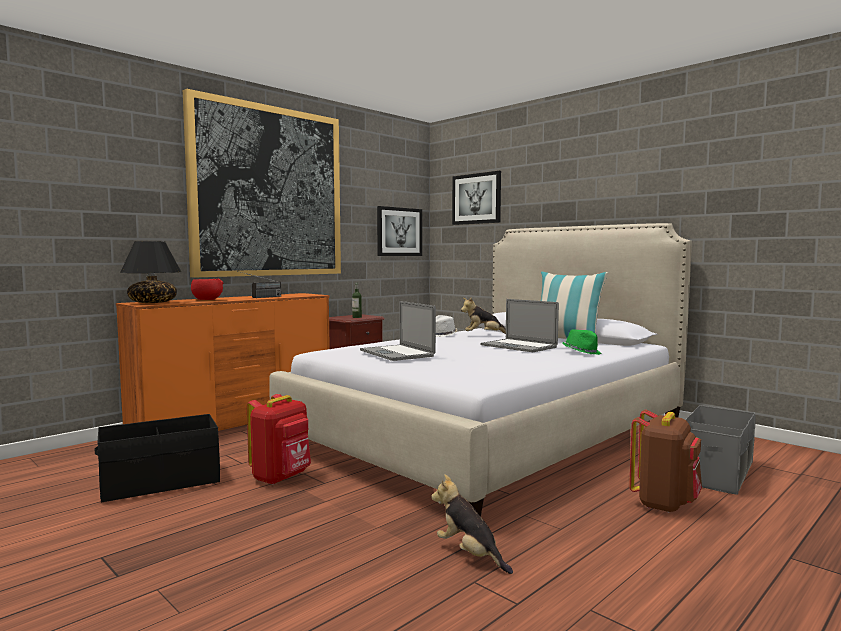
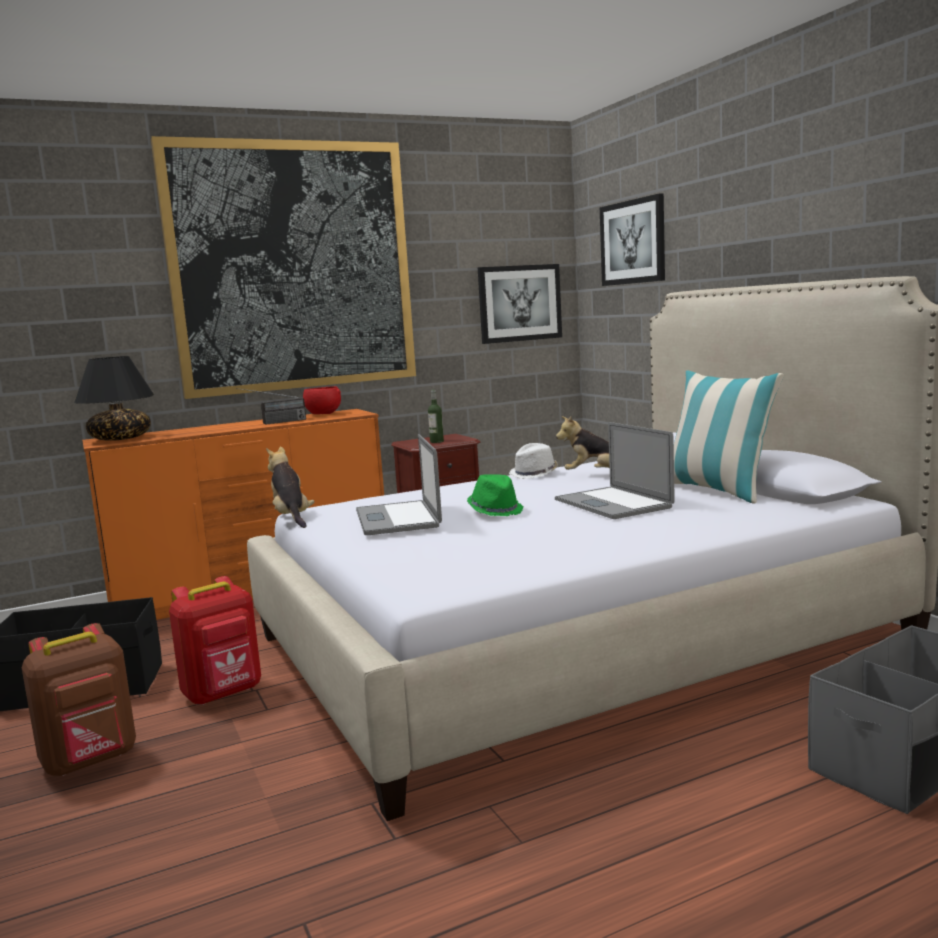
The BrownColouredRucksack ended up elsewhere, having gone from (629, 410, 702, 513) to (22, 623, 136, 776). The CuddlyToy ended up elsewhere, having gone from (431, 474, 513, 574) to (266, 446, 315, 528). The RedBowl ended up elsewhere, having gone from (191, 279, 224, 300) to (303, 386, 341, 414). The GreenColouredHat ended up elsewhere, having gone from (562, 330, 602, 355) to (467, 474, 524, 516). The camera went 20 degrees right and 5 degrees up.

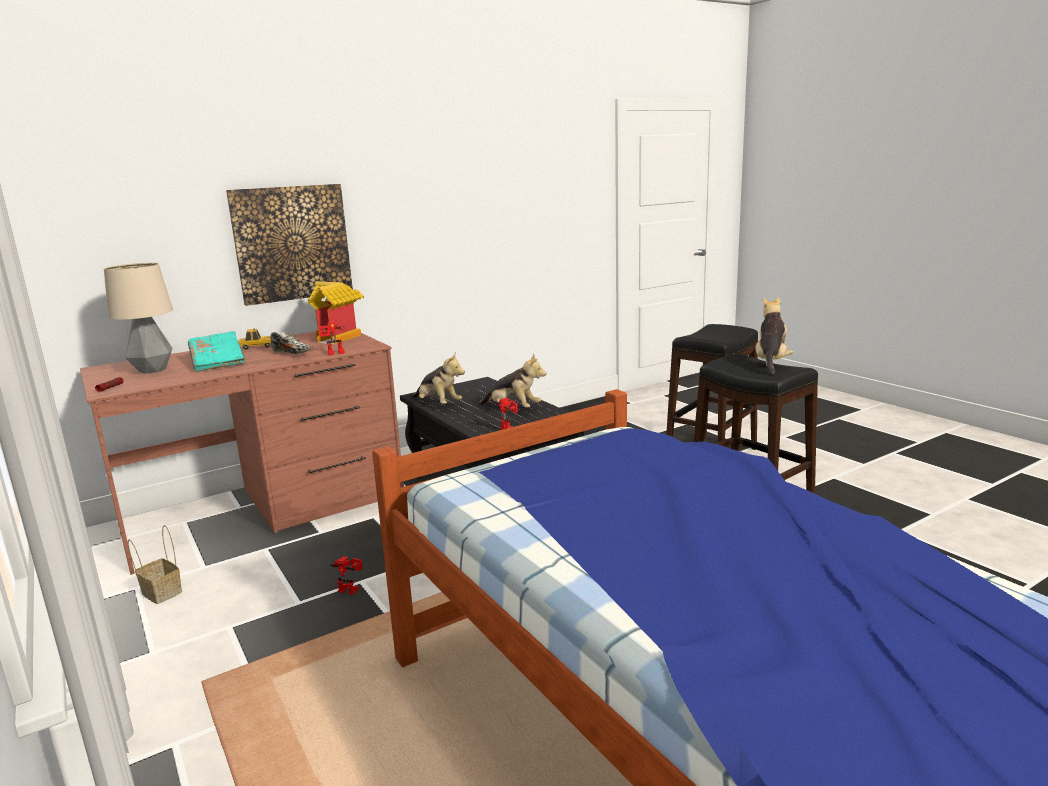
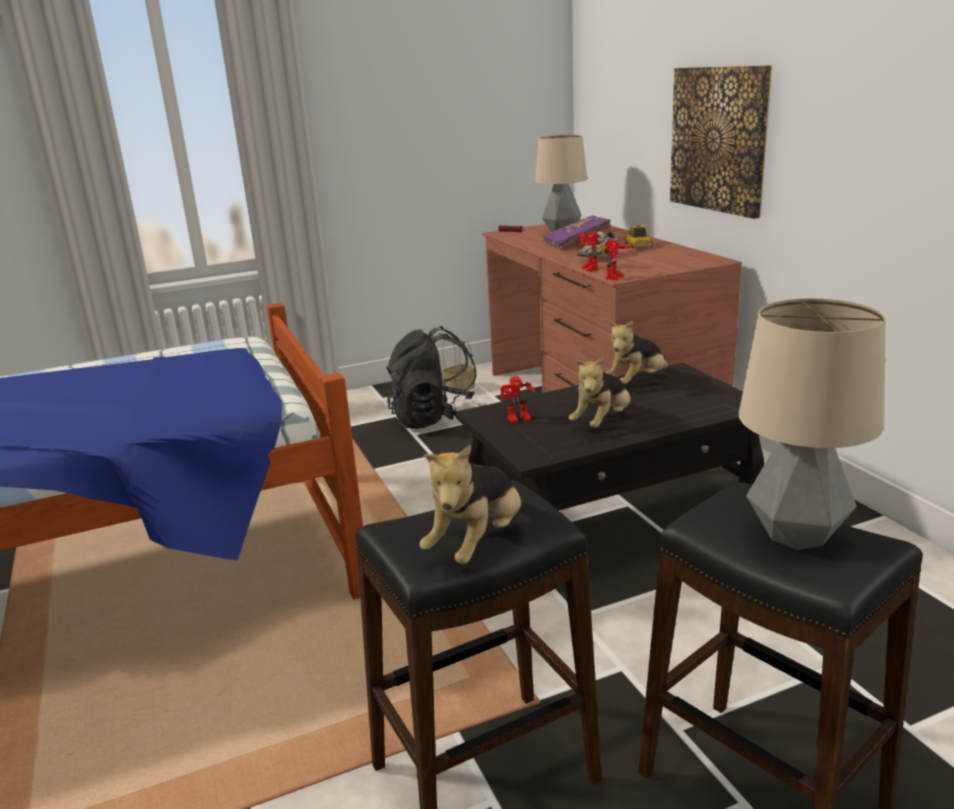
The second view gained the BlackRucksack at (386, 326, 481, 429). The CuddlyToy at (755, 297, 793, 374) ended up facing another way, 90 degrees clockwise from before. What was the TurquoiseColouredVolume at (188, 331, 246, 372) turned into the PurpleColouredVolume at (543, 215, 611, 248). The RobotFigure ended up elsewhere, having gone from (331, 556, 363, 595) to (604, 240, 632, 280). The second view gained the LampForATable at (739, 298, 886, 550). The second view lost the ToyHouse at (308, 281, 364, 344). The camera went 100 degrees right and 5 degrees up.

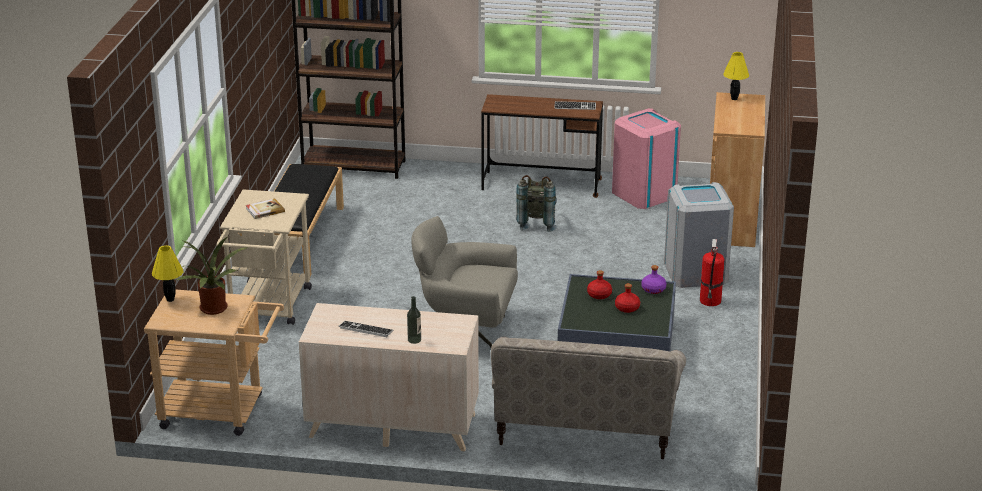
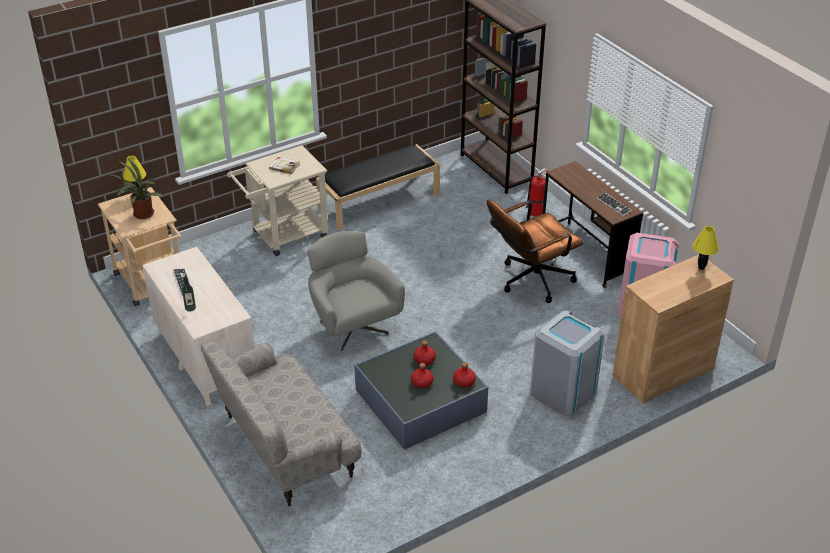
What was the PurpleColouredDrinkBottle at (641, 265, 666, 294) turned into the RedDrinkBottle at (453, 362, 476, 387). Where the GrayRucksack stood at (516, 175, 557, 232), the BrownColouredDeskChair came to stand at (487, 200, 584, 303). The FireExtinguisher ended up elsewhere, having gone from (700, 239, 725, 306) to (526, 168, 546, 217). The camera went 50 degrees right and 10 degrees up.

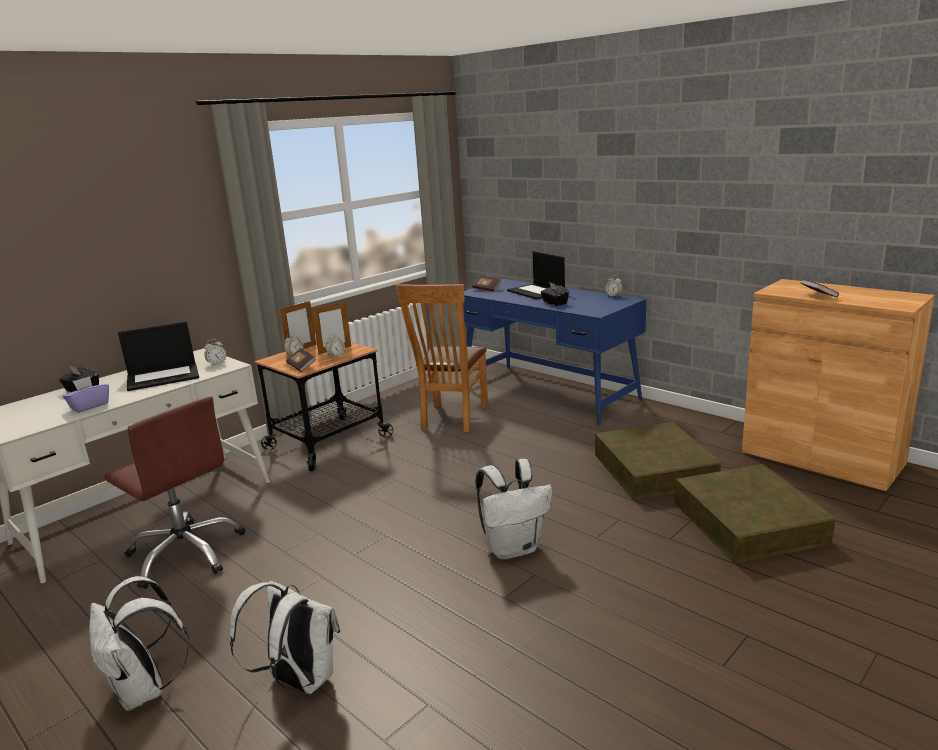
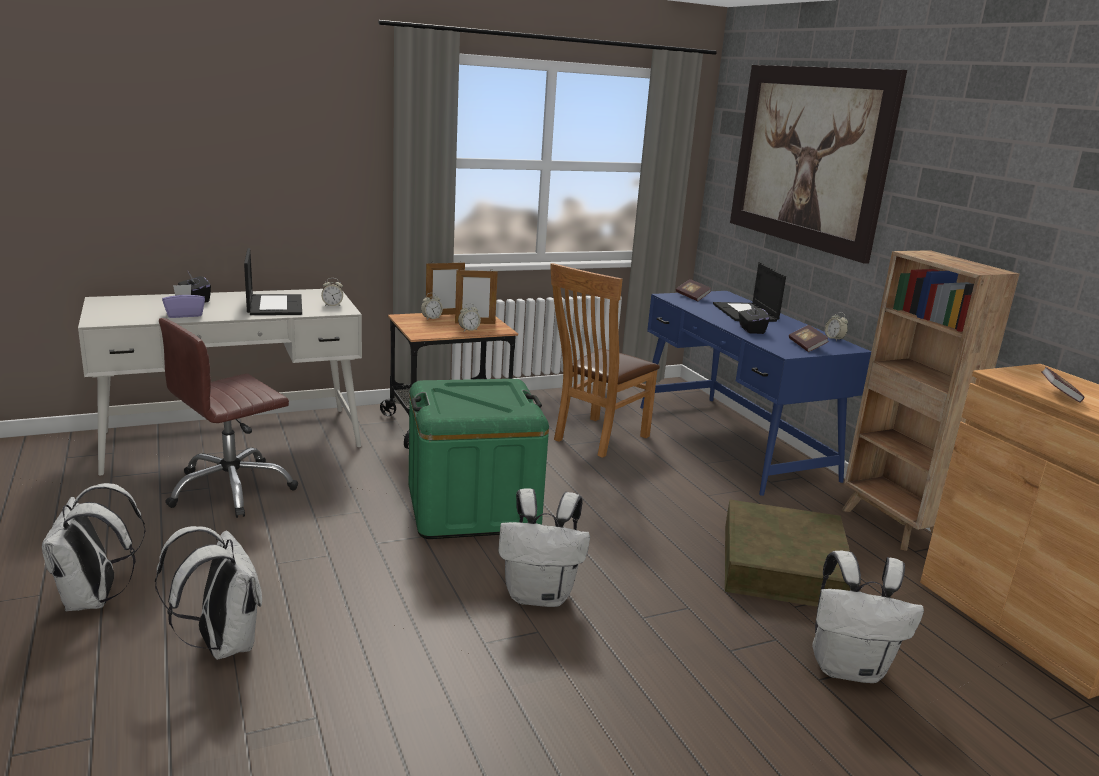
The BrownColouredDeskChair at (105, 396, 245, 589) ended up facing another way, 75 degrees clockwise from before. The NotebookComputer at (118, 321, 199, 391) ended up facing another way, 105 degrees counterclockwise from before. The second view gained the GreenColouredStorageContainer at (409, 379, 549, 539). The second view gained the Picture at (730, 65, 907, 264). The Volume ended up elsewhere, having gone from (286, 348, 316, 372) to (789, 325, 829, 352). Where the BrownColouredStorageContainer stood at (675, 464, 835, 564), the WhitishRucksack came to stand at (812, 551, 924, 683). The second view gained the BrownColouredShelvingUnit at (843, 250, 1019, 551). The camera went 20 degrees right and 0 degrees up.

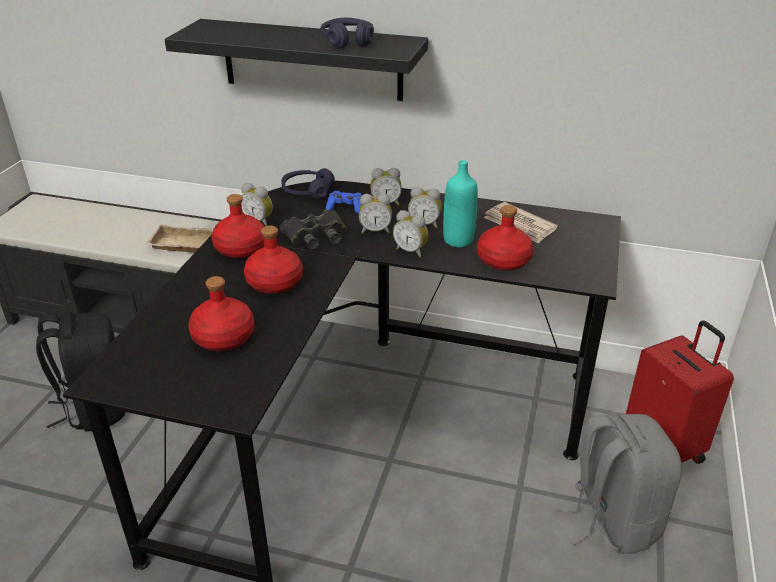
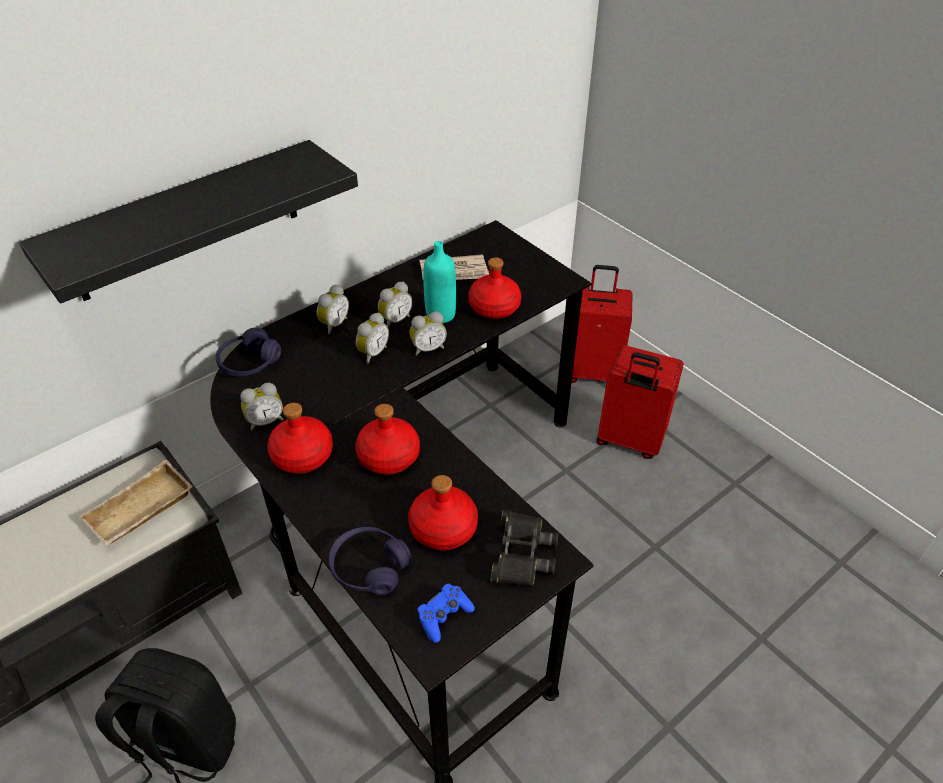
The PurpleColouredHeadphones ended up elsewhere, having gone from (320, 18, 374, 49) to (329, 527, 411, 595). The BluishGameController ended up elsewhere, having gone from (326, 191, 362, 214) to (417, 584, 475, 643). The BlackPairOfBinoculars ended up elsewhere, having gone from (280, 210, 347, 250) to (491, 510, 559, 586). Where the GrayRucksack stood at (555, 414, 682, 554), the RedTravelCase came to stand at (596, 345, 684, 459). The camera went 55 degrees left and 10 degrees up.

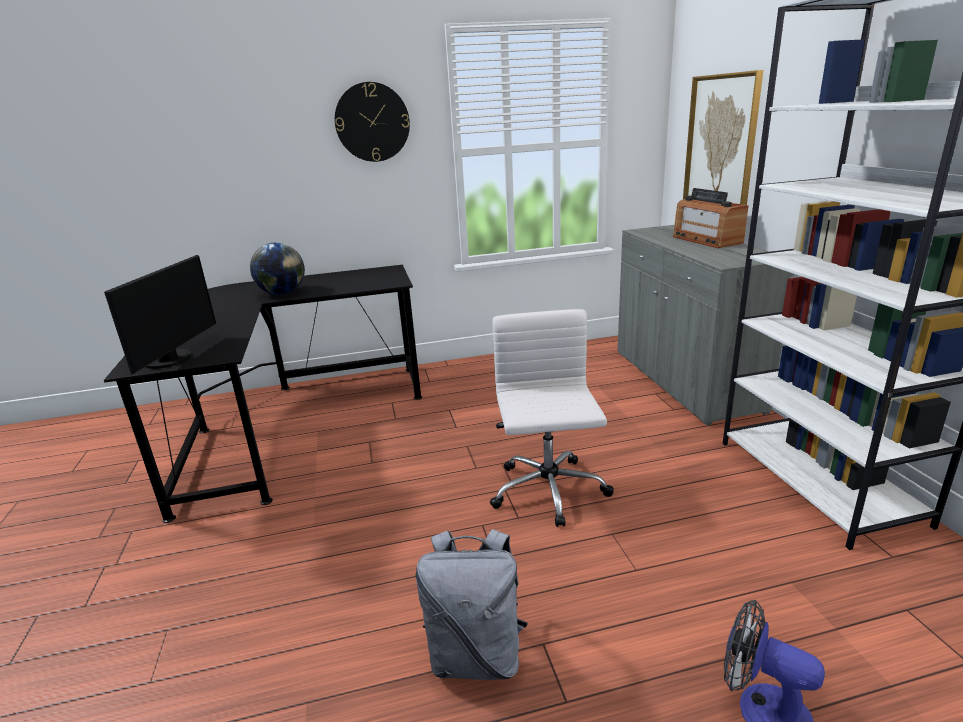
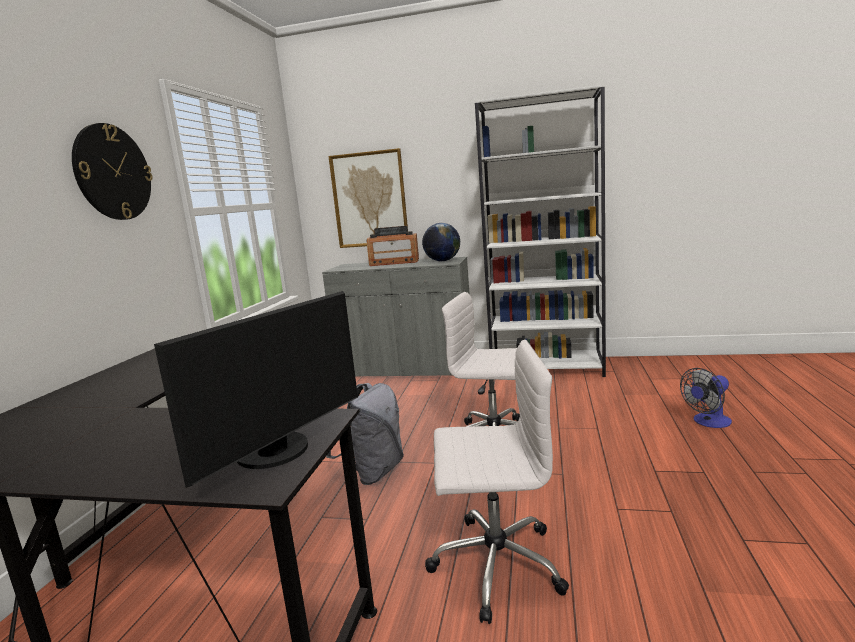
The ComputerScreen at (104, 255, 216, 375) ended up facing another way, 90 degrees clockwise from before. The GrayRucksack ended up elsewhere, having gone from (416, 529, 528, 680) to (326, 383, 404, 485). The WorldGlobe ended up elsewhere, having gone from (250, 242, 305, 295) to (422, 223, 460, 261). The second view gained the WhitishDeskChair at (425, 340, 569, 624). The camera went 65 degrees left and 10 degrees down.

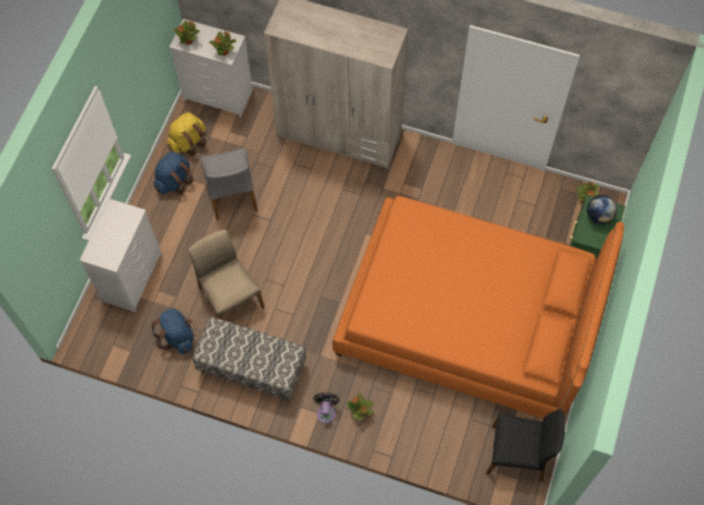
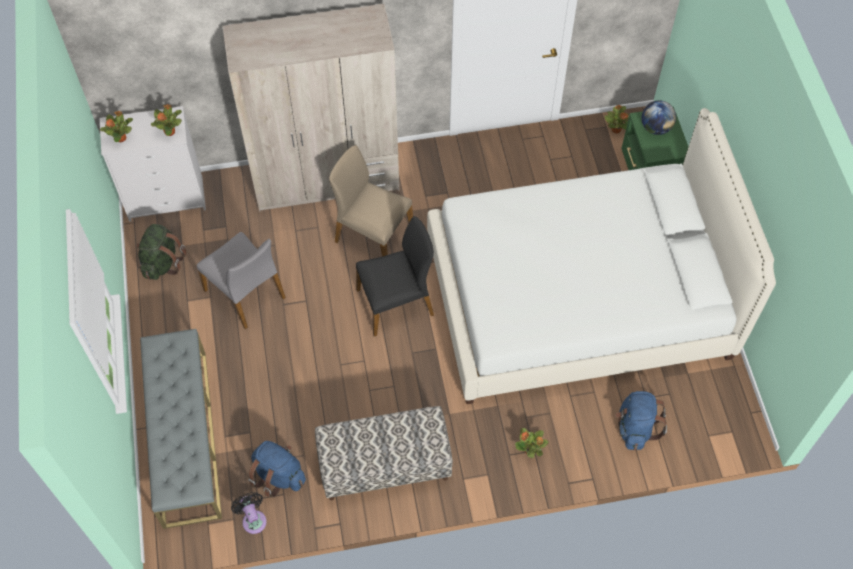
What was the YellowRucksack at (167, 112, 206, 156) turned into the GreenColouredRucksack at (136, 224, 187, 280). Where the WhitishDrawerChest stood at (79, 199, 162, 312), the GrayBench came to stand at (140, 329, 222, 529). The BlackCoolingFan ended up elsewhere, having gone from (313, 393, 339, 424) to (231, 492, 267, 534). The SandColouredChair ended up elsewhere, having gone from (188, 230, 265, 320) to (329, 145, 413, 256). The BlackChair ended up elsewhere, having gone from (486, 409, 565, 481) to (356, 216, 434, 336). What was the OrangeColouredBed at (332, 196, 624, 418) turned into the WhitishBed at (427, 108, 776, 404). The BluishRucksack ended up elsewhere, having gone from (154, 151, 194, 195) to (615, 391, 667, 450). The camera went 30 degrees left and 5 degrees down.

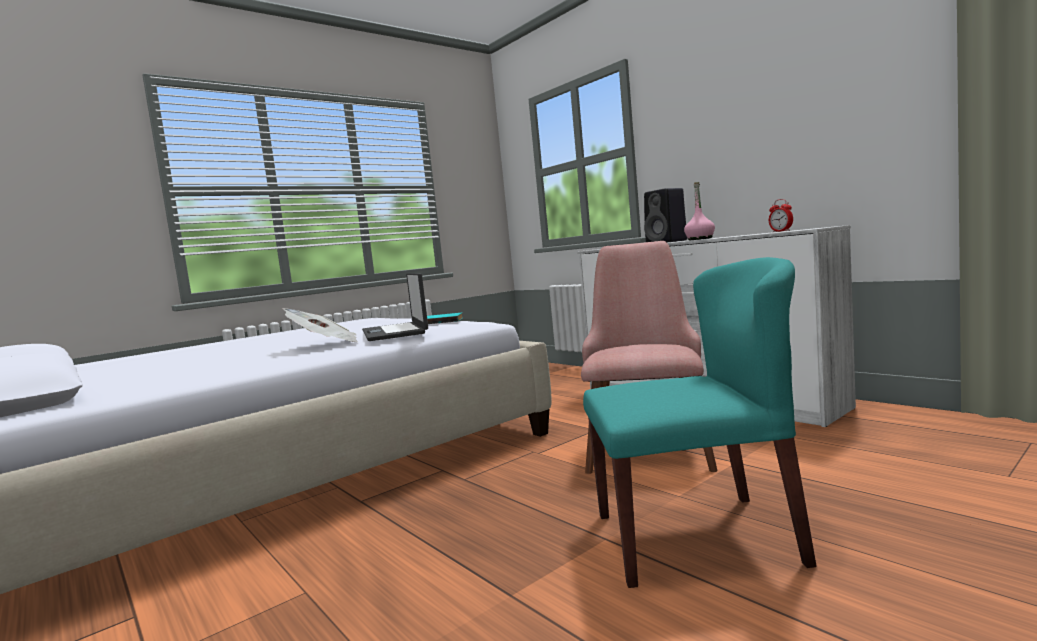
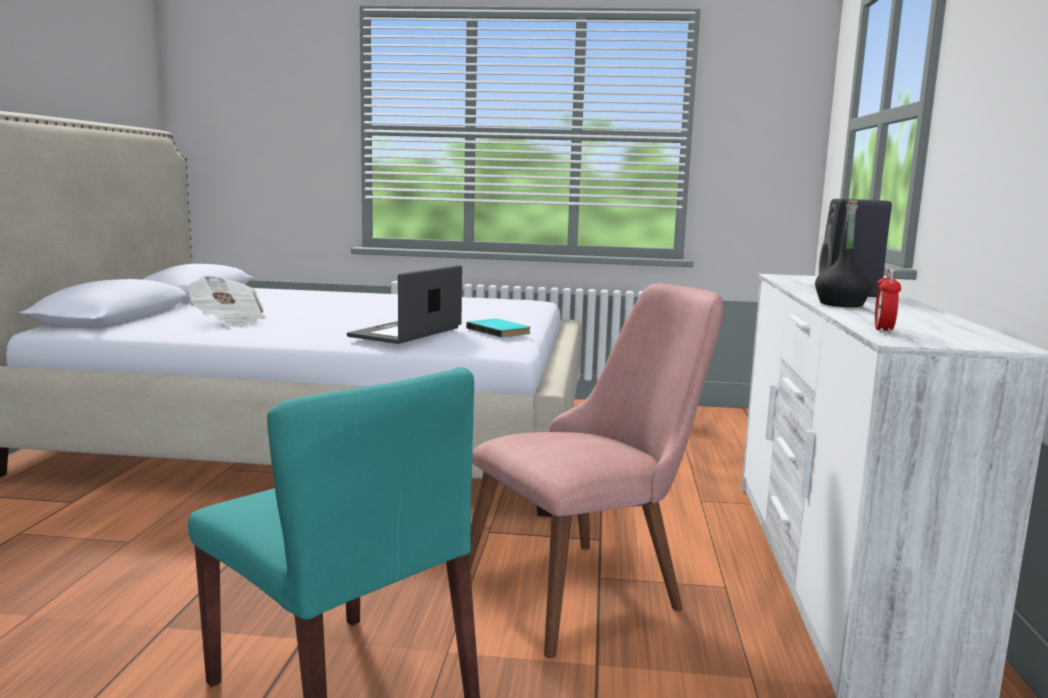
The Newspaper ended up elsewhere, having gone from (282, 308, 358, 342) to (188, 276, 266, 328). What was the PinkColouredDrinkBottle at (684, 182, 715, 240) turned into the BlackDrinkBottle at (815, 200, 873, 307). The camera went 45 degrees right and 5 degrees up.

